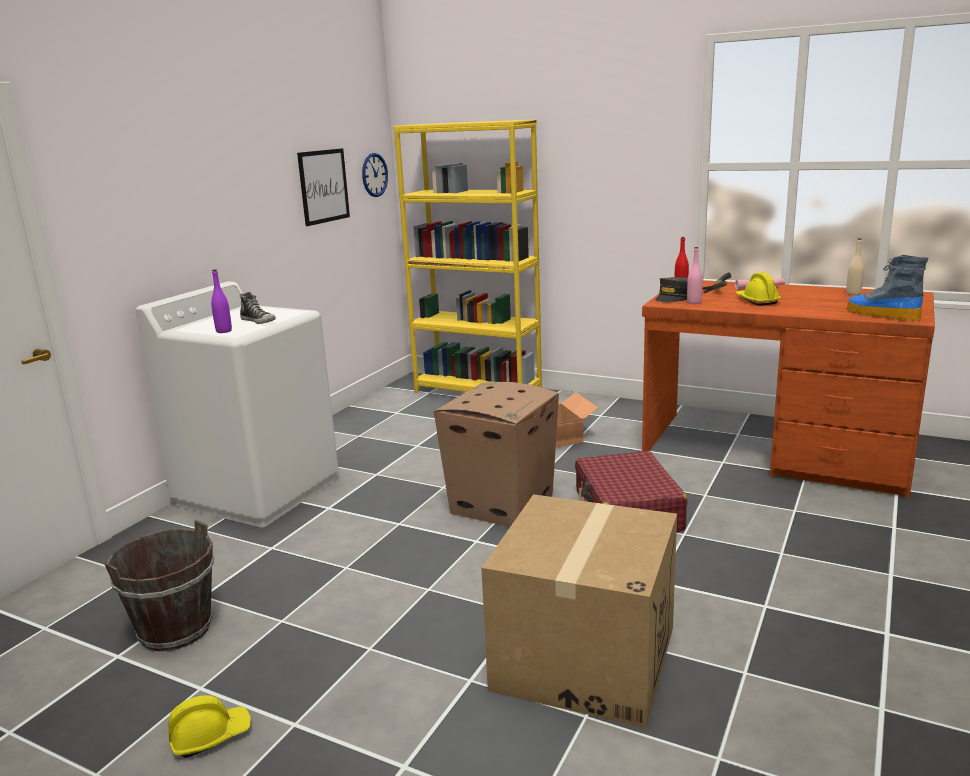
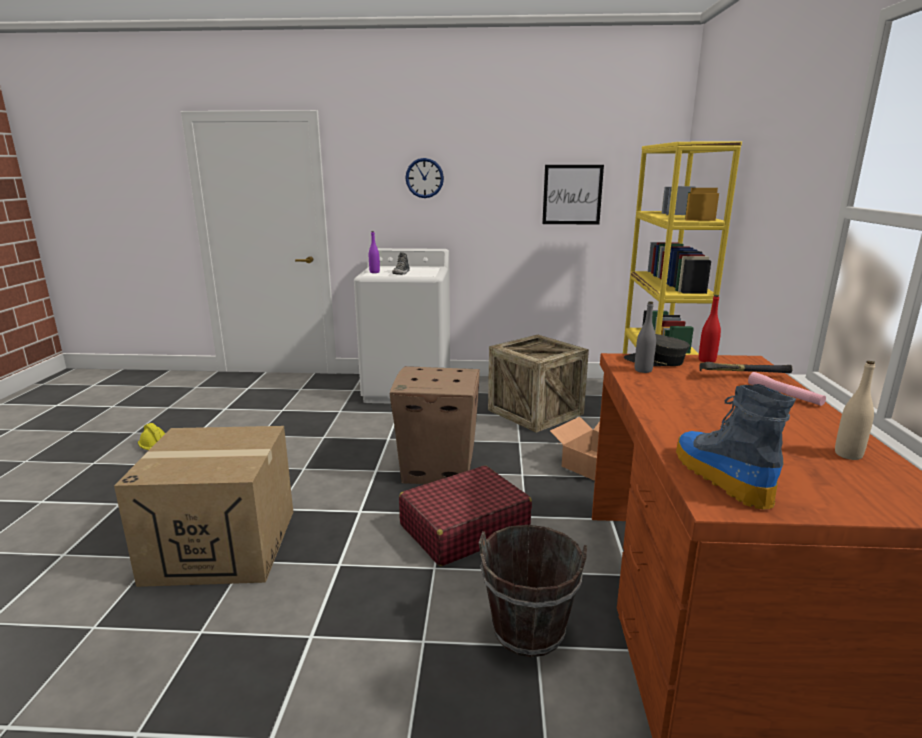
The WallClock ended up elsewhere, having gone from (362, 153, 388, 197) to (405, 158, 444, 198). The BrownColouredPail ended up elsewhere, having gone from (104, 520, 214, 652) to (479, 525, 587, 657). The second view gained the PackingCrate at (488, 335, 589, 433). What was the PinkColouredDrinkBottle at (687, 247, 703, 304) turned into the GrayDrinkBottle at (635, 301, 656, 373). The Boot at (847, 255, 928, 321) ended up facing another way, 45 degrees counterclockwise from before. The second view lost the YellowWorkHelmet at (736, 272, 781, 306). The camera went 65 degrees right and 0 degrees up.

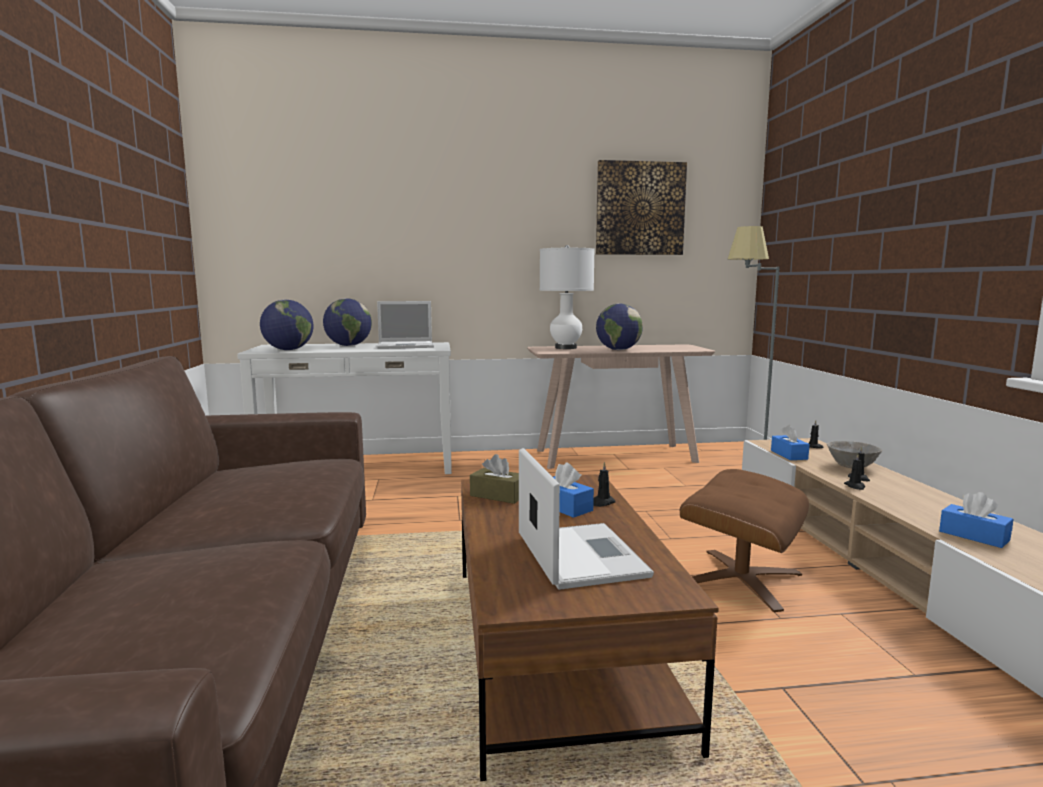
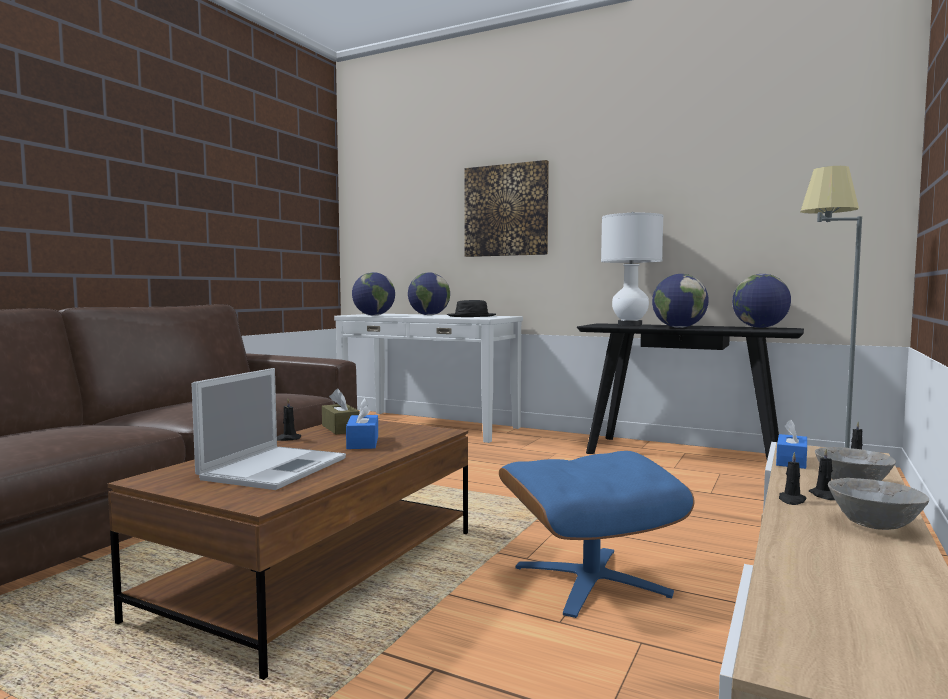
The BlackWaxCandle ended up elsewhere, having gone from (593, 462, 616, 507) to (277, 399, 301, 441). Where the NotebookComputer stood at (377, 301, 434, 349), the BlackHat came to stand at (447, 300, 496, 317). The Picture ended up elsewhere, having gone from (596, 160, 687, 255) to (464, 160, 549, 257). What was the BrownColouredPouffe at (680, 469, 809, 612) turned into the BluishPouffe at (499, 451, 694, 618). What was the SandColouredHallTable at (527, 344, 715, 469) turned into the BlackHallTable at (577, 324, 804, 459). The second view gained the WorldGlobe at (732, 274, 791, 328). The second view gained the GrayBowl at (828, 478, 929, 530). The second view lost the BluishTissueHolder at (939, 492, 1013, 548). The camera went 35 degrees right and 5 degrees down.

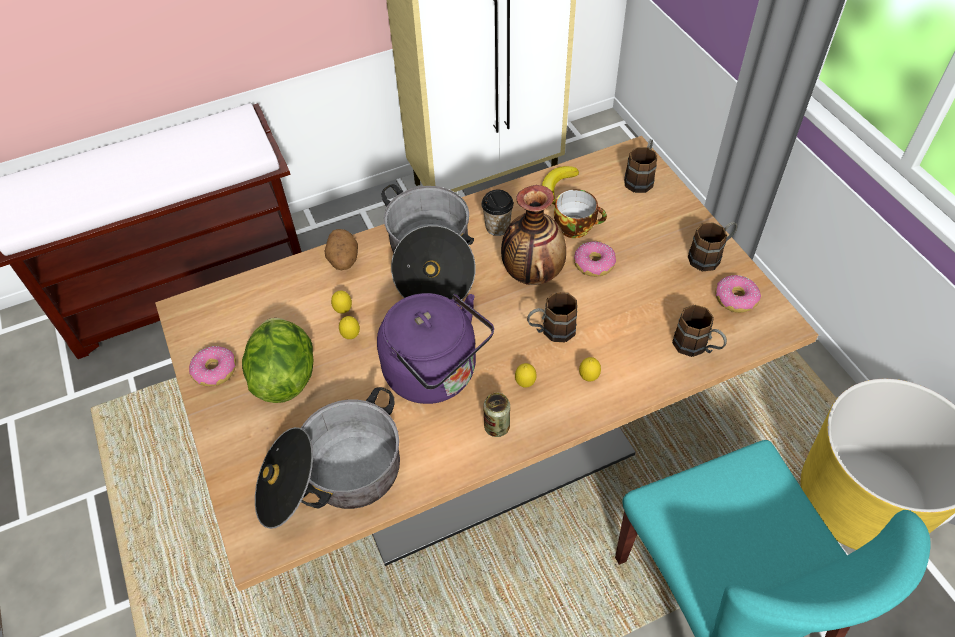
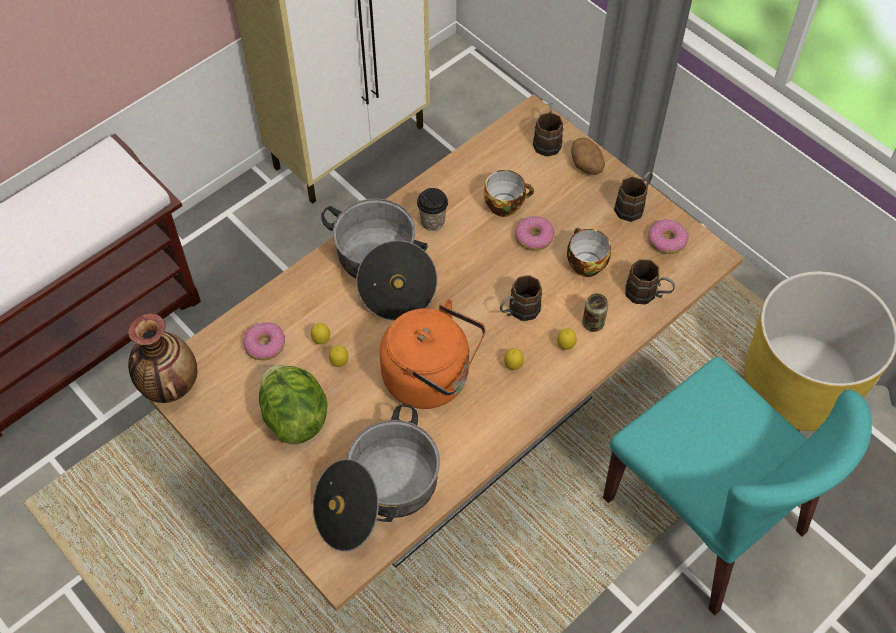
The Vase ended up elsewhere, having gone from (501, 185, 566, 285) to (128, 313, 197, 403). The Doughnut ended up elsewhere, having gone from (189, 346, 236, 387) to (243, 322, 285, 361). What was the PurpleColouredTeaKettle at (377, 293, 494, 404) turned into the OrangeColouredTeaKettle at (380, 299, 486, 409). The second view gained the Cup at (567, 228, 611, 277). The WholePotato ended up elsewhere, having gone from (325, 229, 358, 270) to (571, 138, 605, 175). The SealedCan ended up elsewhere, having gone from (483, 392, 510, 437) to (582, 293, 608, 332). The second view lost the Banana at (542, 166, 579, 205). The camera went 20 degrees left and 5 degrees up.

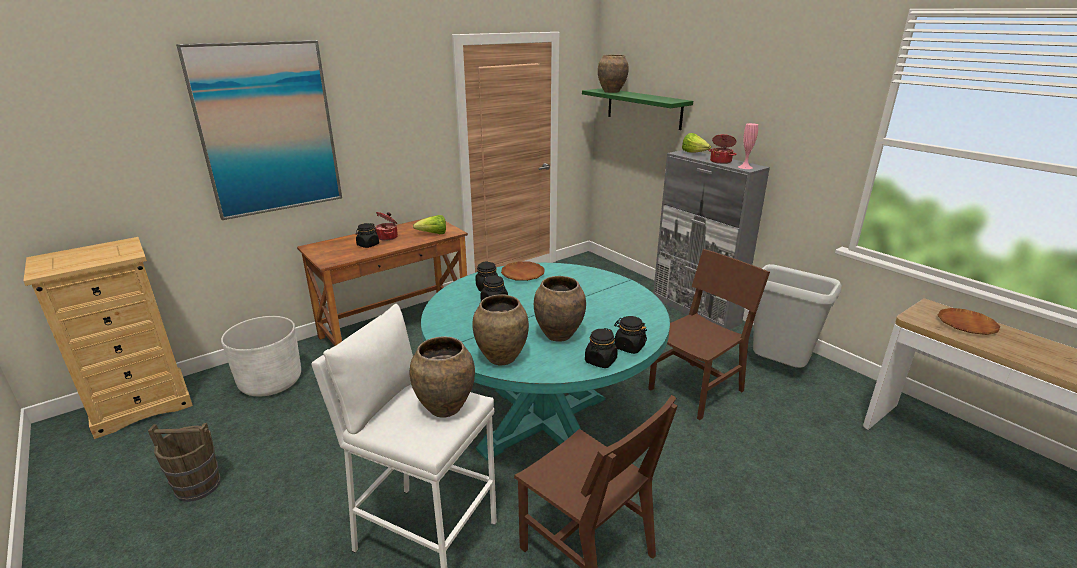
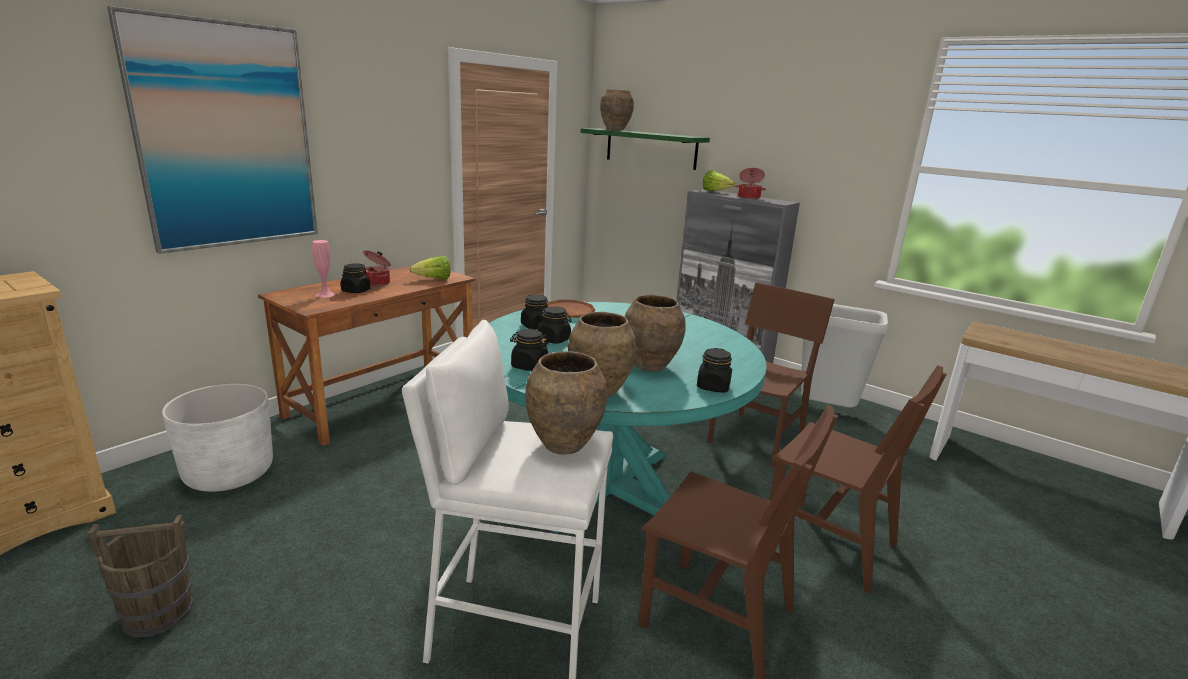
The PinkColouredVase ended up elsewhere, having gone from (738, 123, 758, 169) to (312, 240, 335, 297). The BlackStorageJar ended up elsewhere, having gone from (614, 316, 647, 354) to (510, 329, 549, 371). The second view gained the BrownColouredChair at (769, 365, 947, 594). The second view lost the BrownColouredFlatDish at (938, 308, 1000, 335). The camera went 15 degrees left and 5 degrees down.

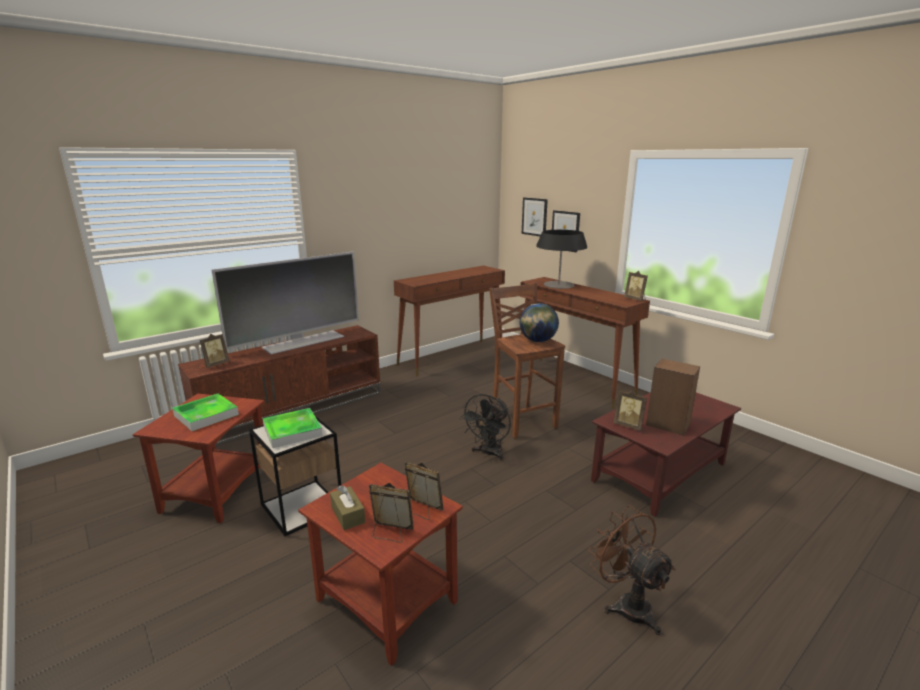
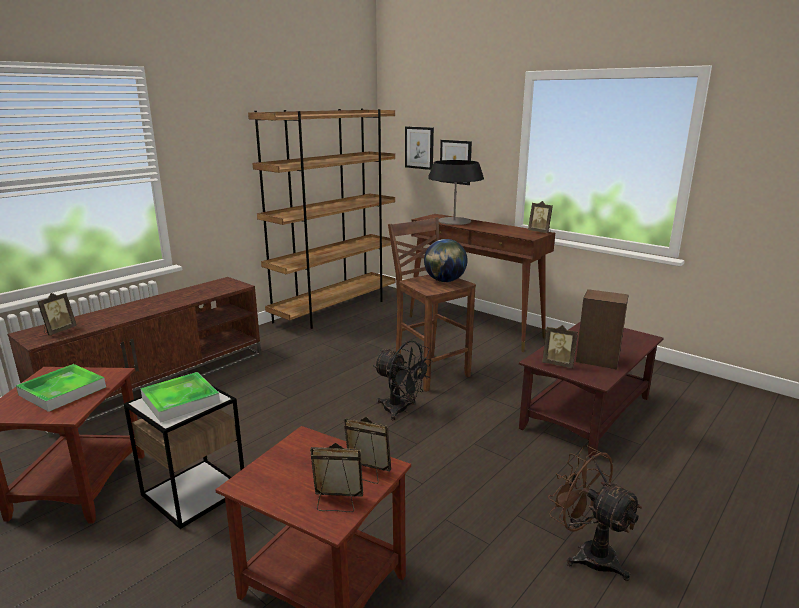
Where the BrownColouredHallTable stood at (394, 266, 505, 376), the BrownColouredShelvingUnit came to stand at (248, 109, 396, 329). The BlackCoolingFan at (459, 394, 511, 460) ended up facing another way, 75 degrees counterclockwise from before. The second view lost the TvSet at (211, 251, 359, 355). The second view lost the BrownColouredTissueHolder at (330, 485, 365, 530). The camera went 10 degrees left and 0 degrees up.

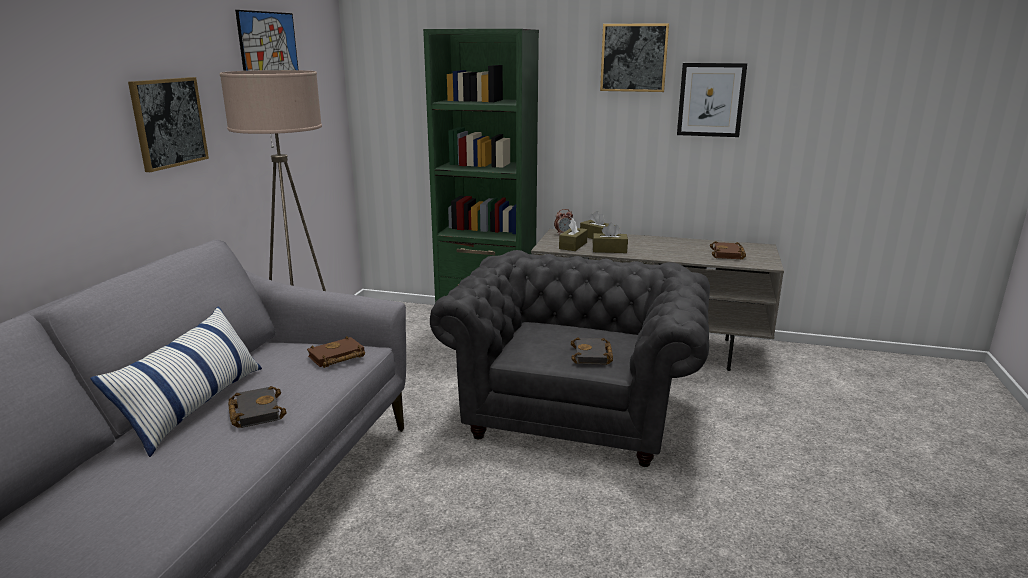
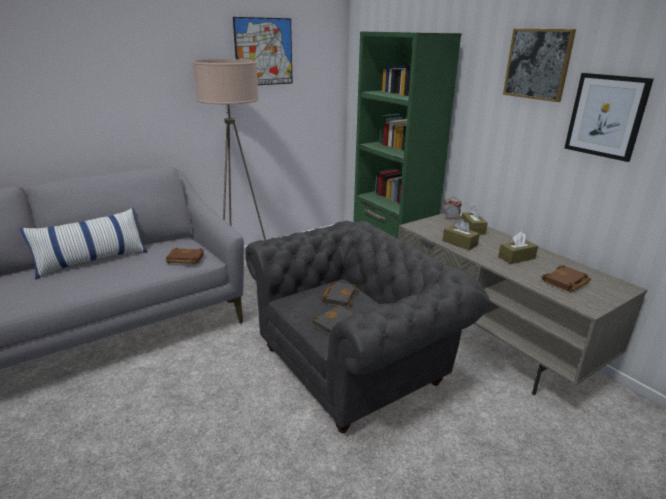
The BlackVolume ended up elsewhere, having gone from (228, 386, 287, 428) to (321, 282, 359, 308). The BrownColouredTissueHolder ended up elsewhere, having gone from (559, 219, 588, 251) to (498, 231, 538, 264). The second view lost the Picture at (128, 77, 209, 172). The camera went 40 degrees right and 5 degrees up.

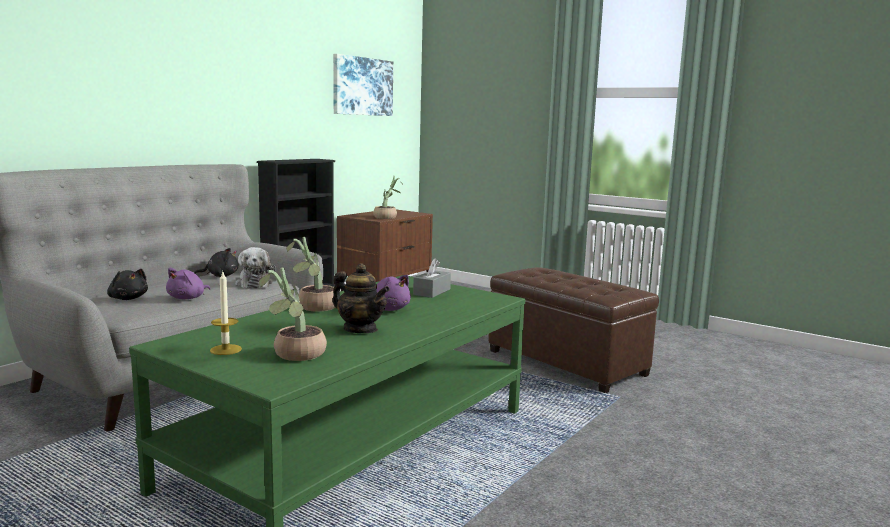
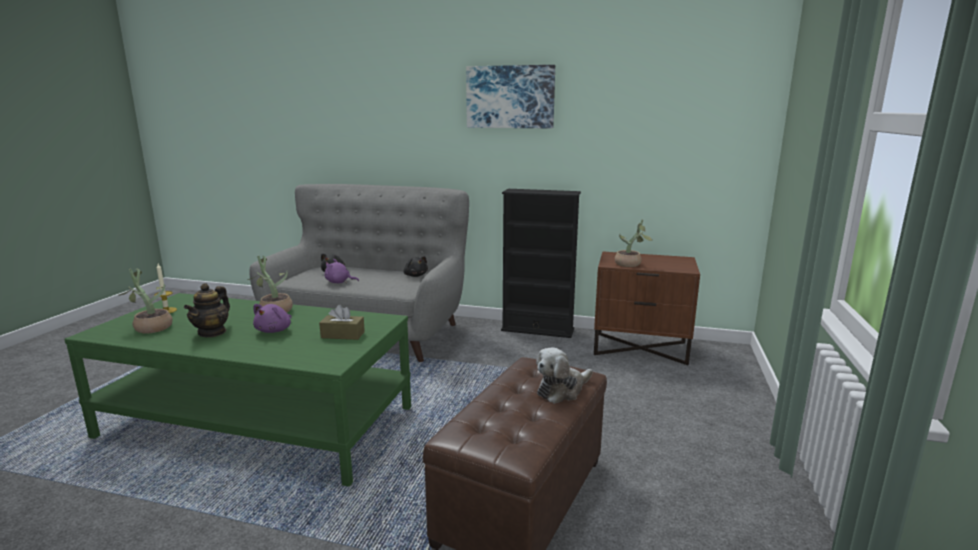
What was the GrayTissueHolder at (413, 258, 451, 298) turned into the BrownColouredTissueHolder at (319, 305, 365, 340). The Picture ended up elsewhere, having gone from (333, 54, 393, 116) to (466, 65, 555, 128). The CuddlyToy ended up elsewhere, having gone from (235, 247, 275, 289) to (536, 347, 593, 403). The camera went 70 degrees right and 5 degrees up.

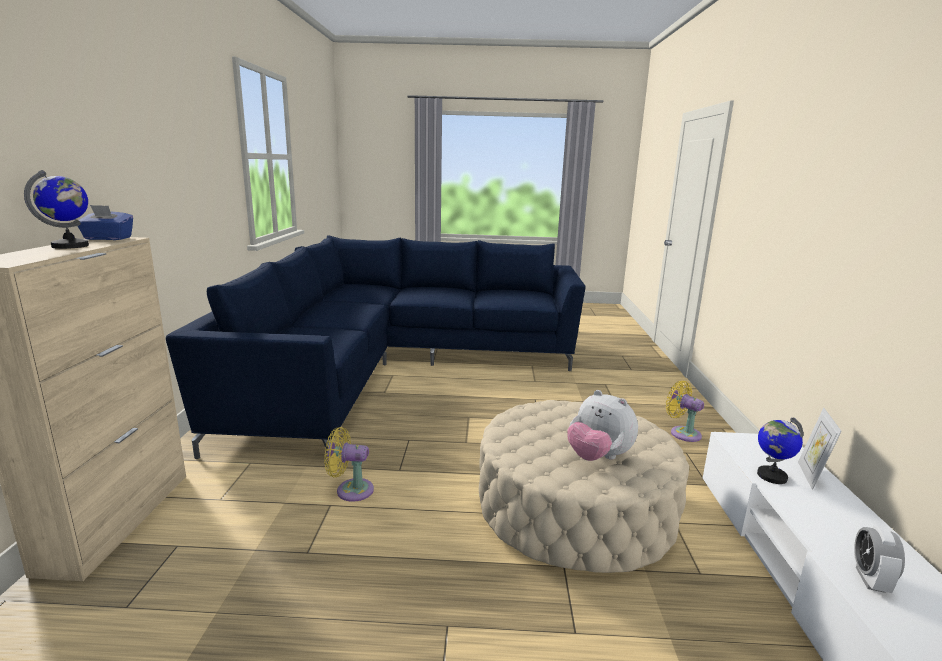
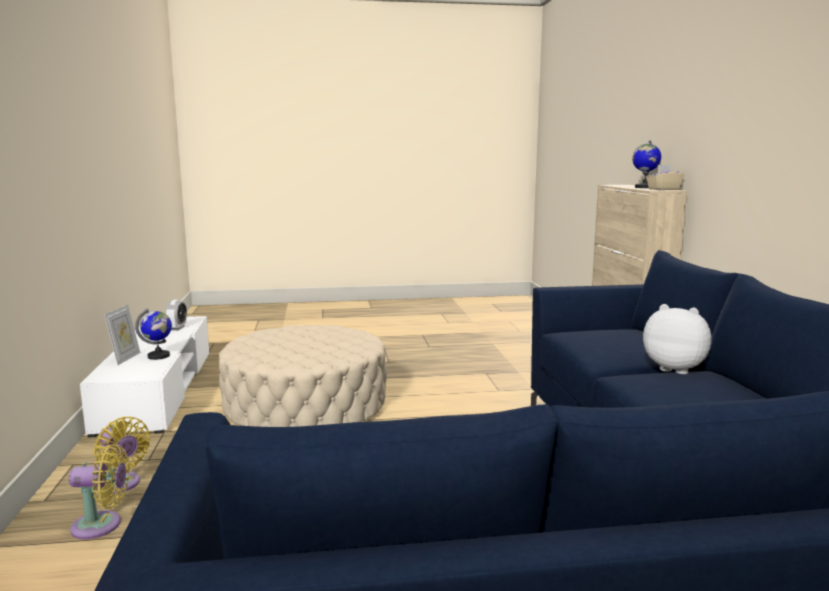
The YellowCoolingFan ended up elsewhere, having gone from (324, 427, 374, 502) to (69, 444, 129, 539). The CuddlyToy ended up elsewhere, having gone from (567, 390, 638, 461) to (643, 304, 712, 374). What was the BluishTissueHolder at (77, 205, 133, 240) turned into the SandColouredTissueHolder at (646, 165, 684, 190). The camera went 170 degrees right and 5 degrees down.

